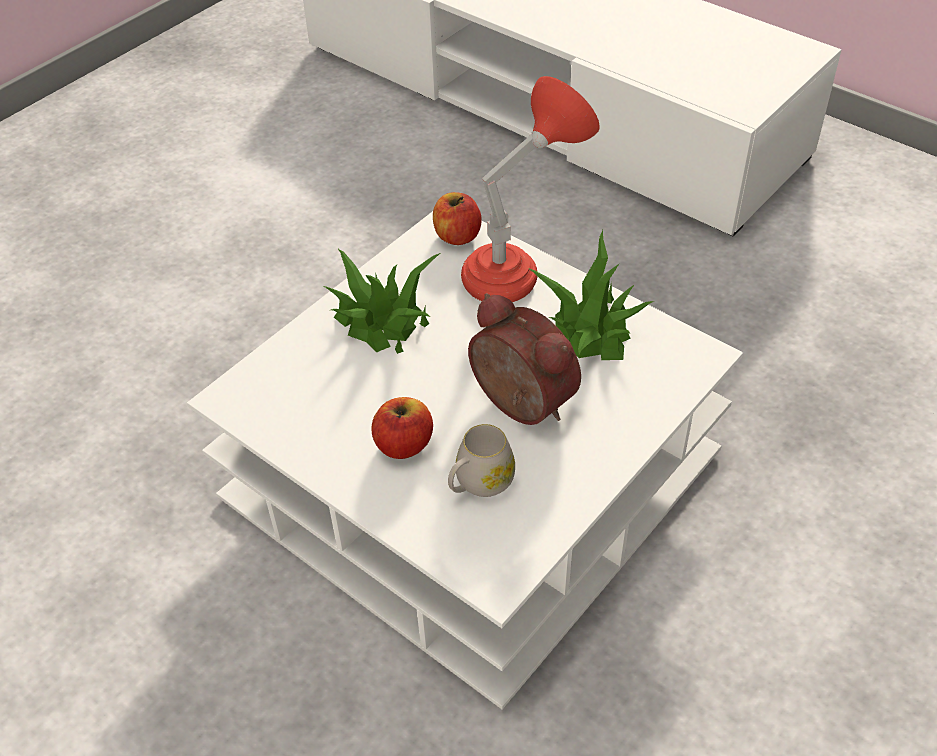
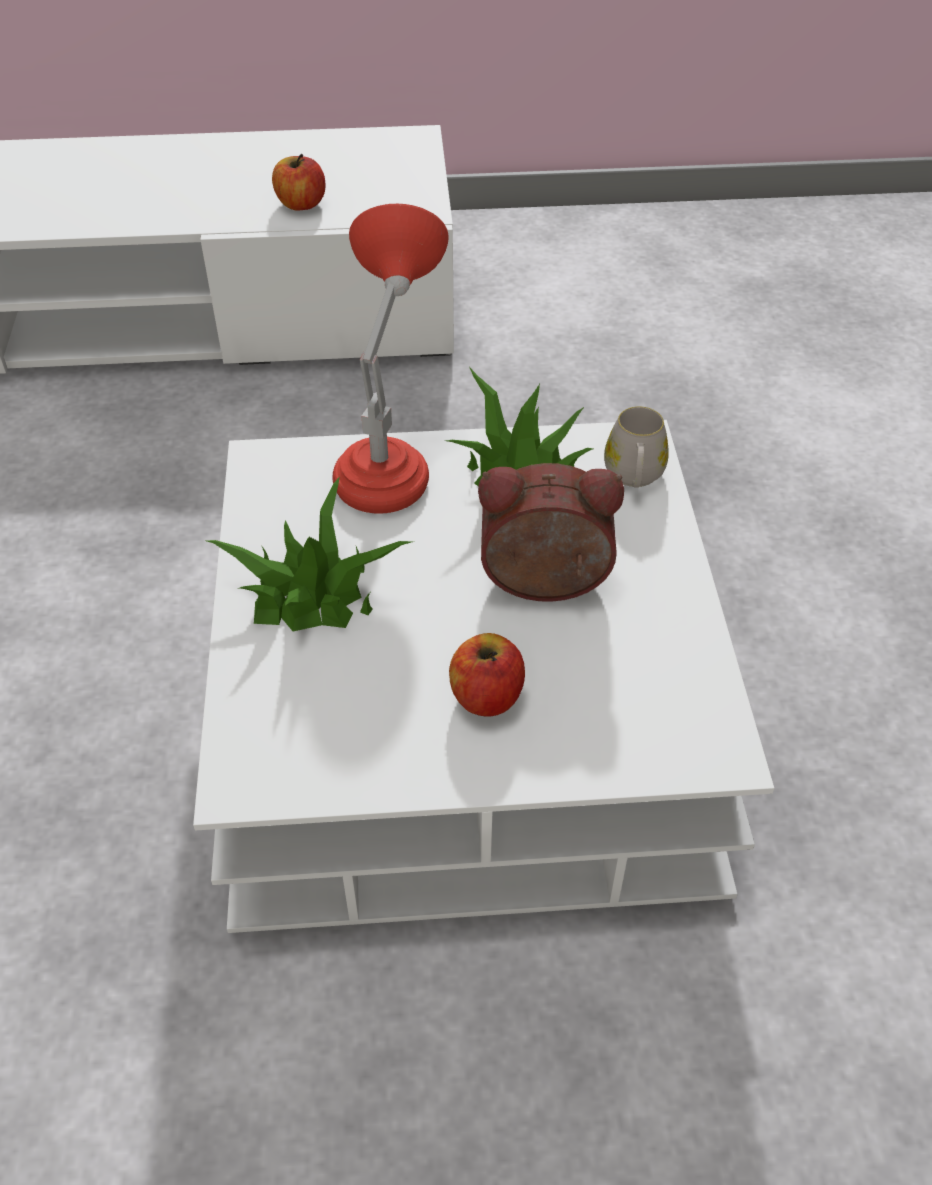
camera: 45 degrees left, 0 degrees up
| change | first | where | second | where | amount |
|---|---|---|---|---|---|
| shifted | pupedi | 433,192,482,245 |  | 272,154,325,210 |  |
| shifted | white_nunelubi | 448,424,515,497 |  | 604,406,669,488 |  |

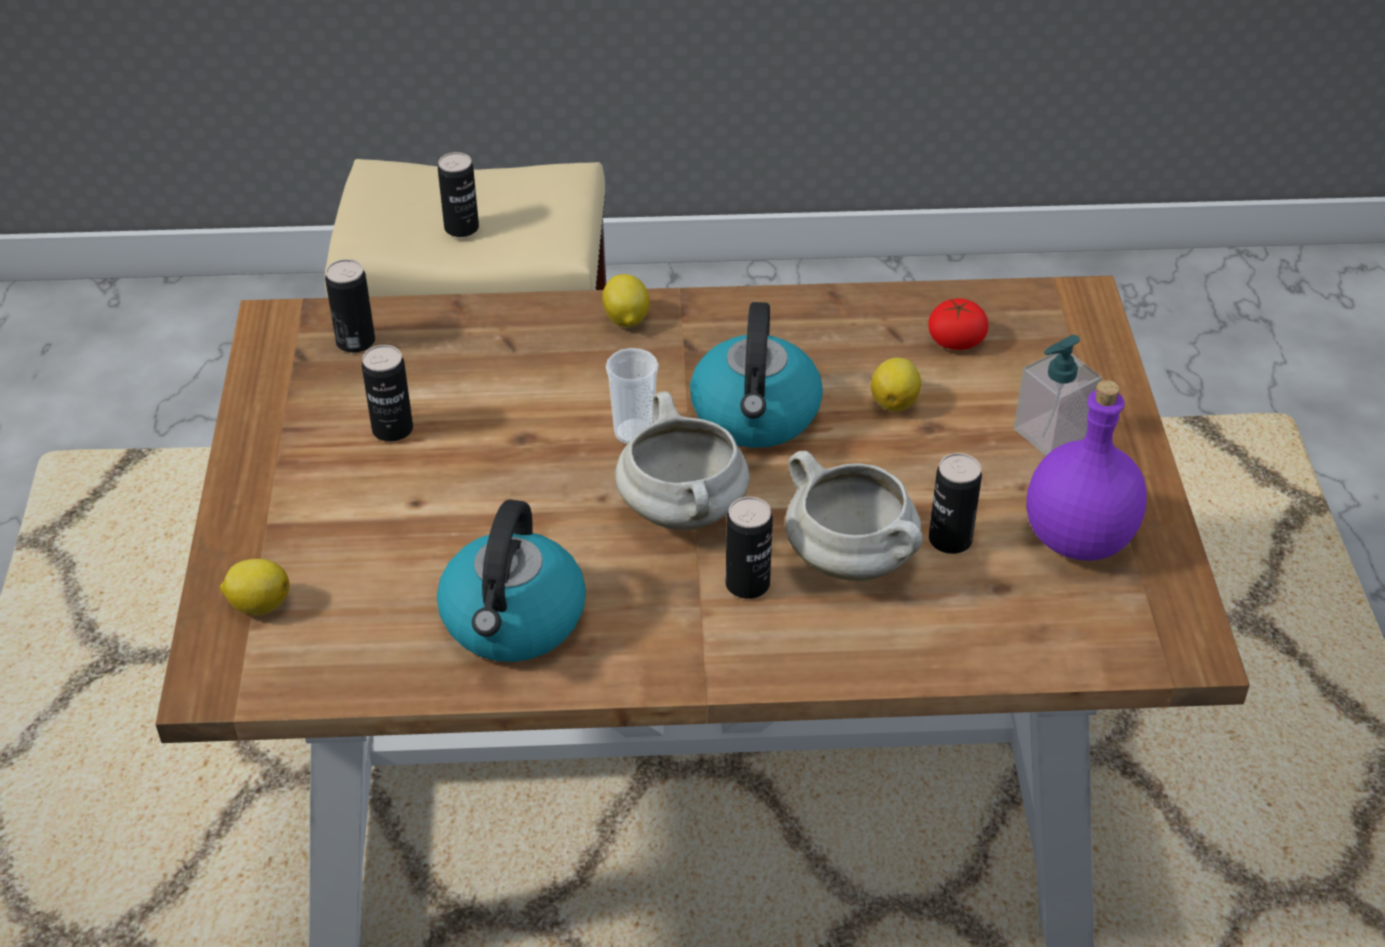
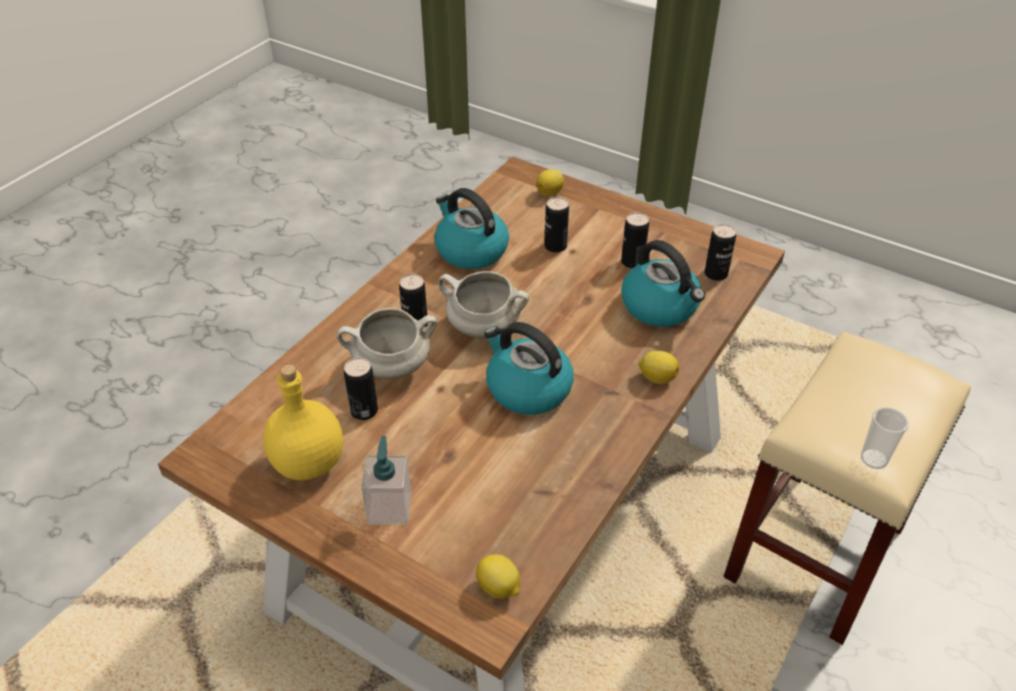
camera: 125 degrees right, 0 degrees up
| change | first | where | second | where | amount |
|---|---|---|---|---|---|
| shifted | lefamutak | 438,152,479,237 |  | 544,197,569,253 |  |
| gone | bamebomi | 928,298,988,350 |  |  |  |
| shifted | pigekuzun | 606,348,659,444 |  | 861,407,909,469 |  |
| shifted | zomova | 871,358,921,412 |  | 476,554,520,599 |  |
| repainted | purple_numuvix | 1027,380,1147,561 | yellow_numuvix | 263,364,343,480 |  |
| new |  |  | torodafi | 621,240,705,327 |  |

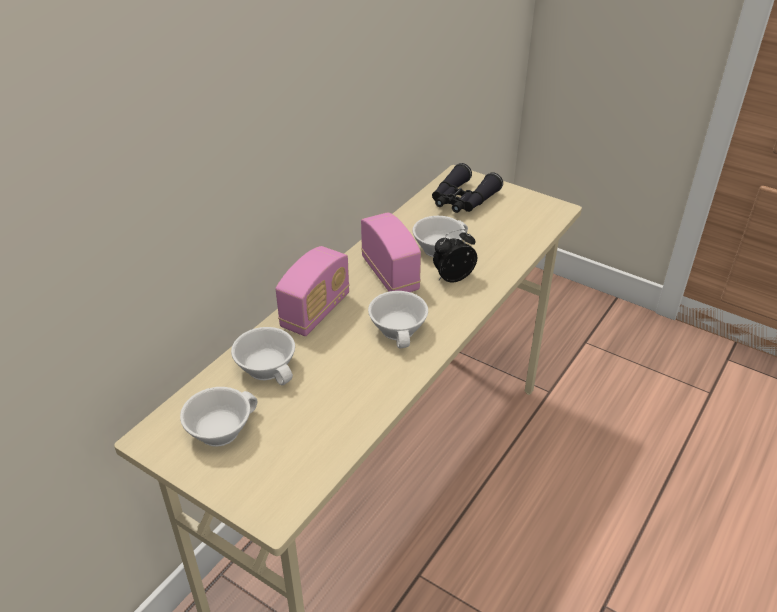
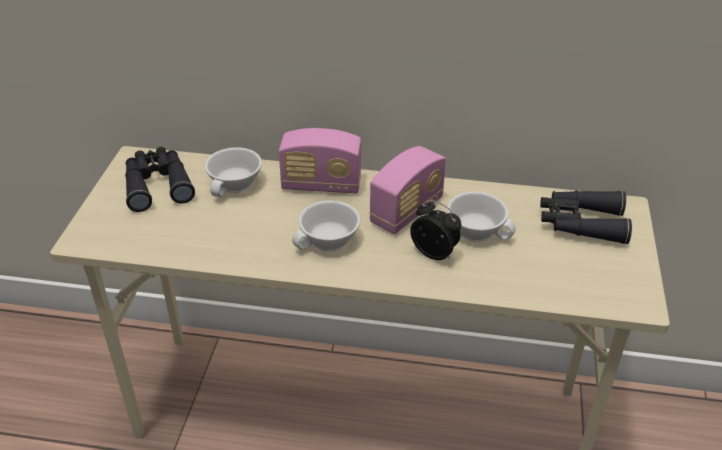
camera: 65 degrees right, 0 degrees up
| change | first | where | second | where | amount |
|---|---|---|---|---|---|
| swapped | white_pigekuzun | 180,387,257,447 | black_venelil | 125,147,195,212 |  |

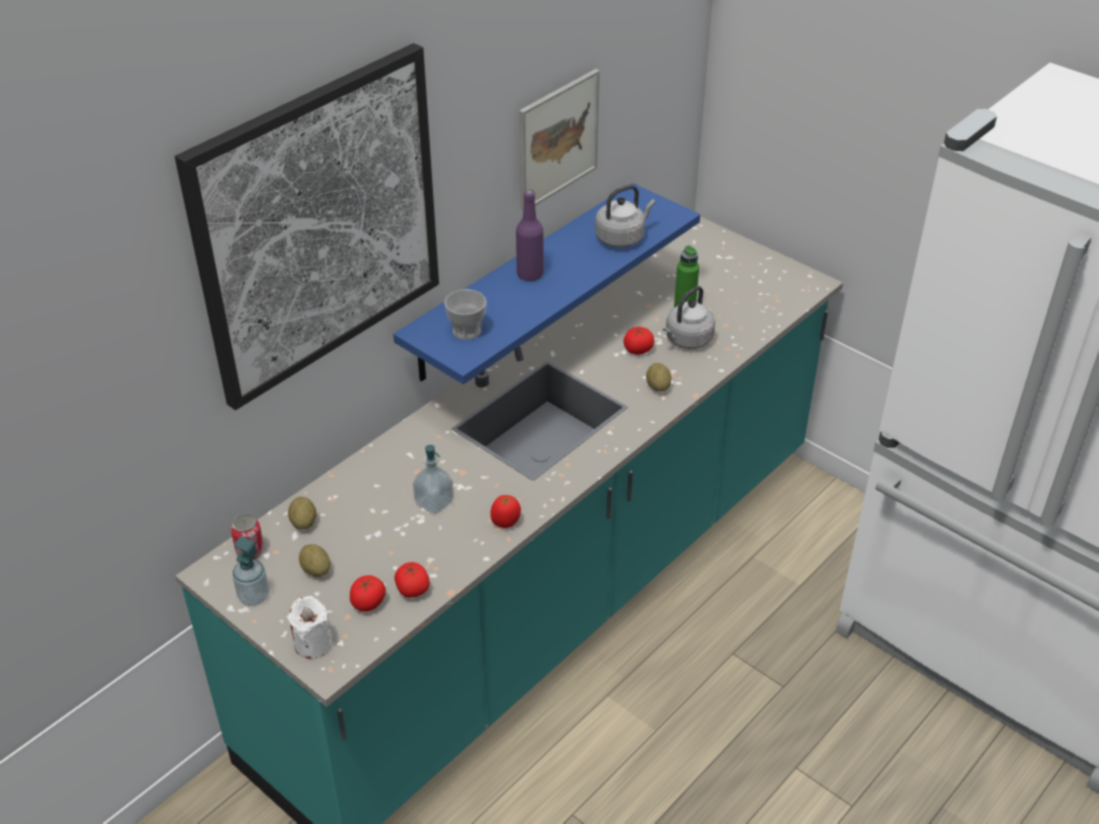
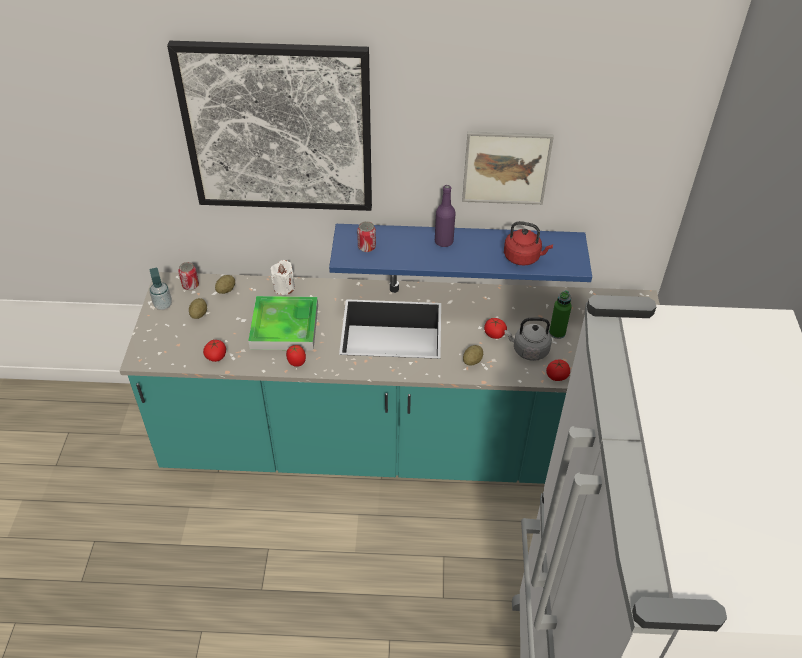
camera: 50 degrees right, 5 degrees up
| change | first | where | second | where | amount |
|---|---|---|---|---|---|
| repainted | grey_torodafi | 595,185,655,248 | red_torodafi | 504,221,553,266 |  |
| swapped | pigekuzun | 444,289,487,340 | lefamutak | 357,221,376,252 |  |
| swapped | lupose | 413,445,454,514 | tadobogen | 248,296,318,351 |  |
| shifted | bamebomi | 350,575,386,612 |  | 546,360,570,381 |  |
| shifted | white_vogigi | 287,596,333,659 |  | 271,260,295,295 |  |

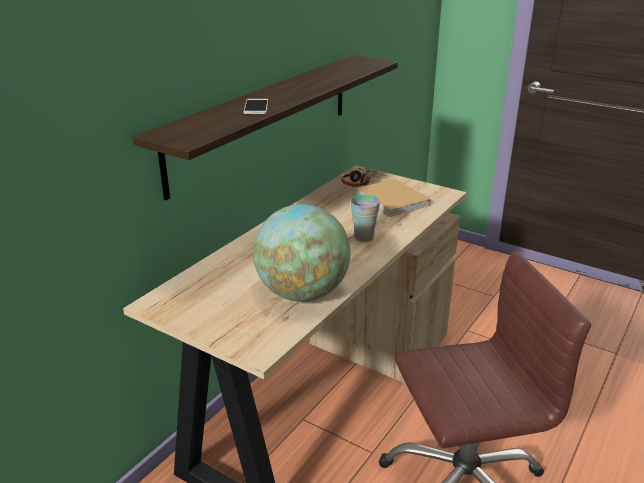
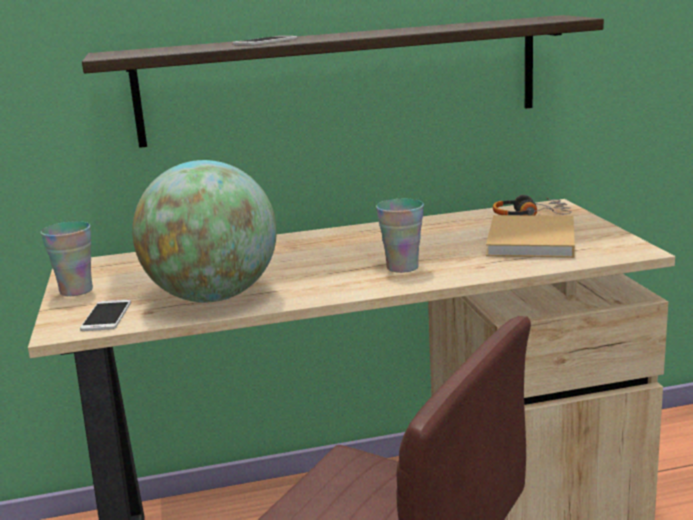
camera: 45 degrees right, 10 degrees down
| change | first | where | second | where | amount |
|---|---|---|---|---|---|
| new |  |  | pigekuzun | 41,221,93,296 |  |
| new |  |  | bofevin | 80,299,131,331 |  |

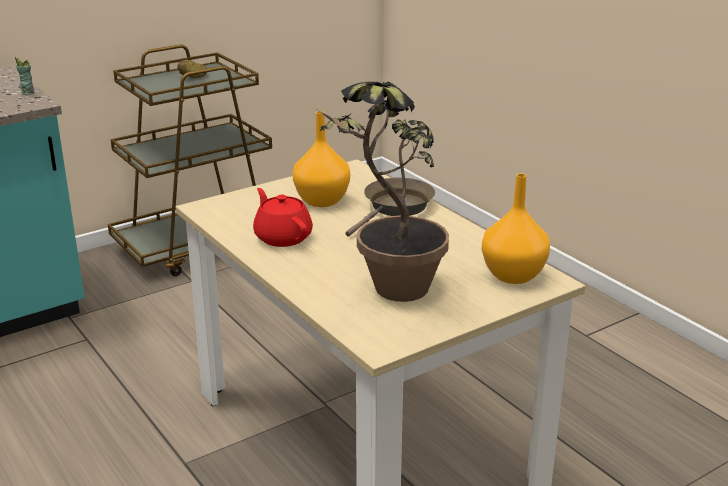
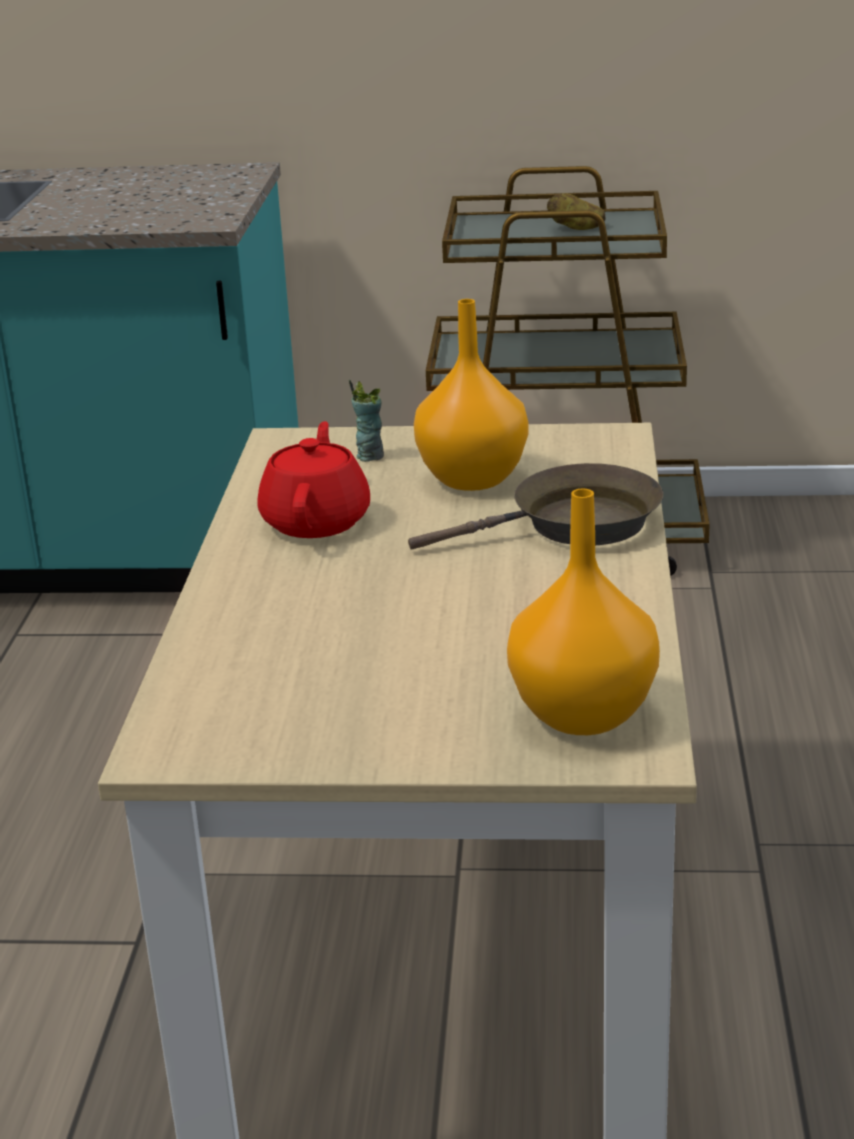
camera: 40 degrees right, 0 degrees up
| change | first | where | second | where | amount |
|---|---|---|---|---|---|
| shifted | pigekuzun | 15,57,34,95 |  | 349,379,384,462 |  |
| gone | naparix | 314,81,449,302 |  |  |  |

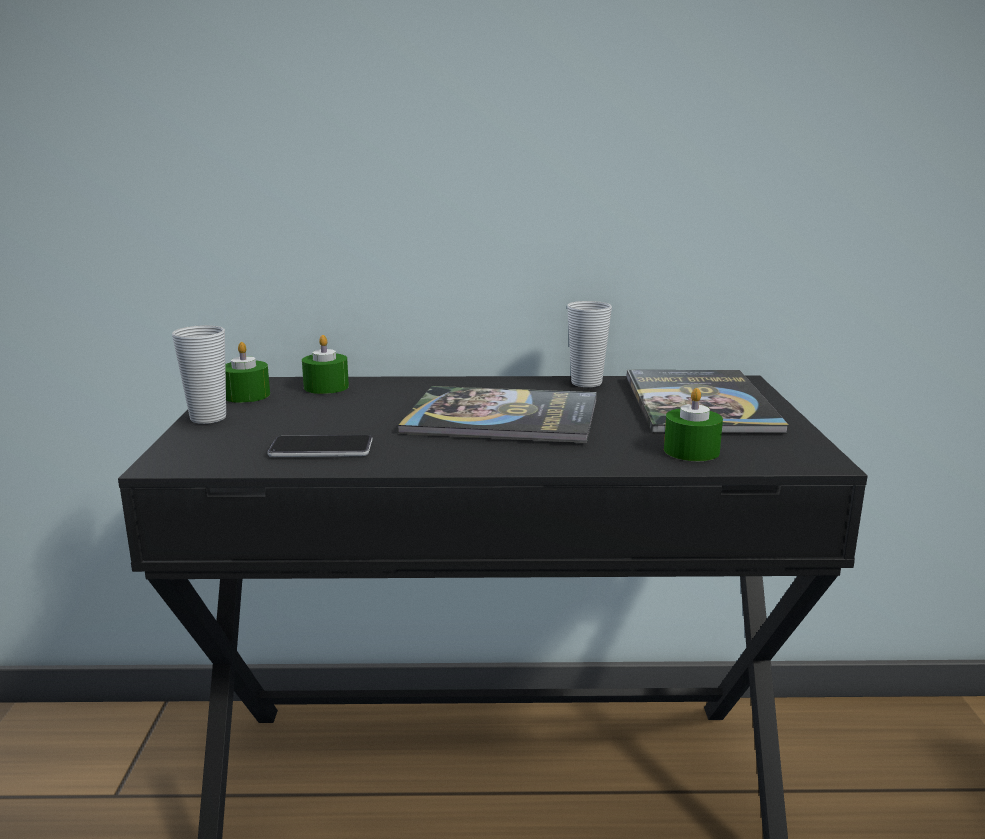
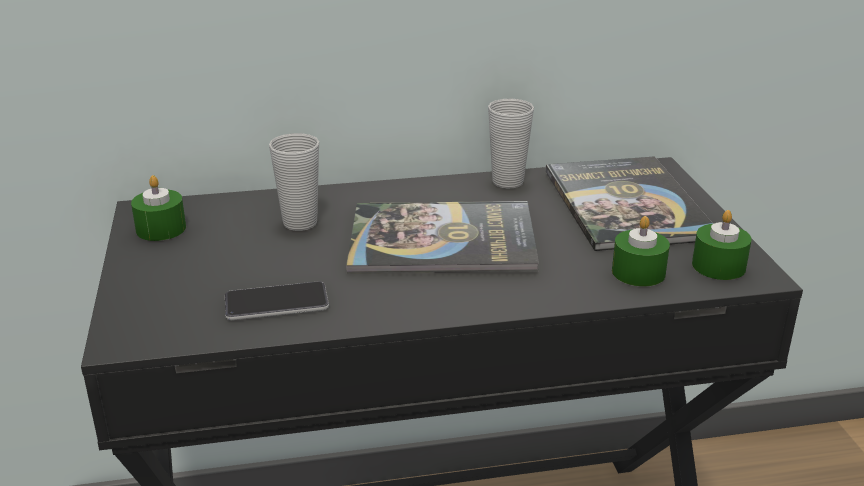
camera: 10 degrees left, 10 degrees up
| change | first | where | second | where | amount |
|---|---|---|---|---|---|
| shifted | pigekuzun | 172,325,226,424 |  | 269,133,319,231 |  |
| shifted | green_vogigi | 302,335,349,394 |  | 692,210,752,280 |  |

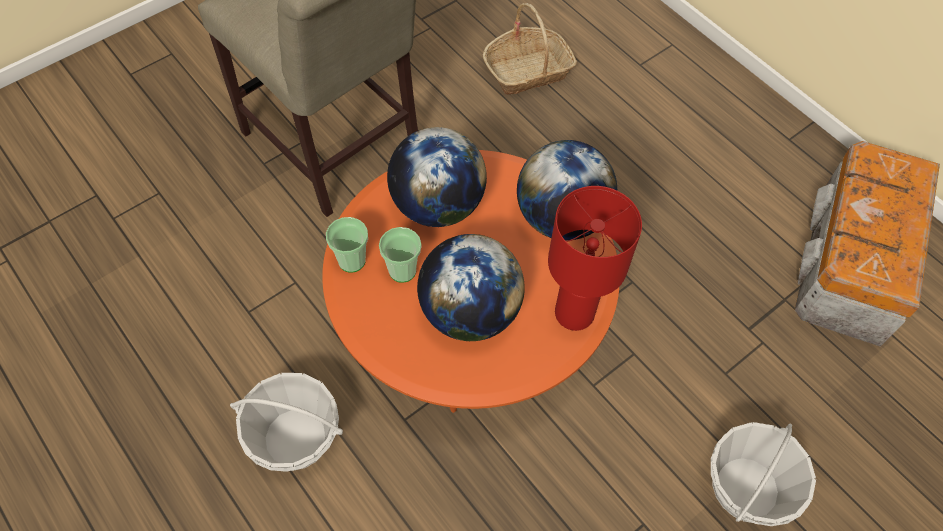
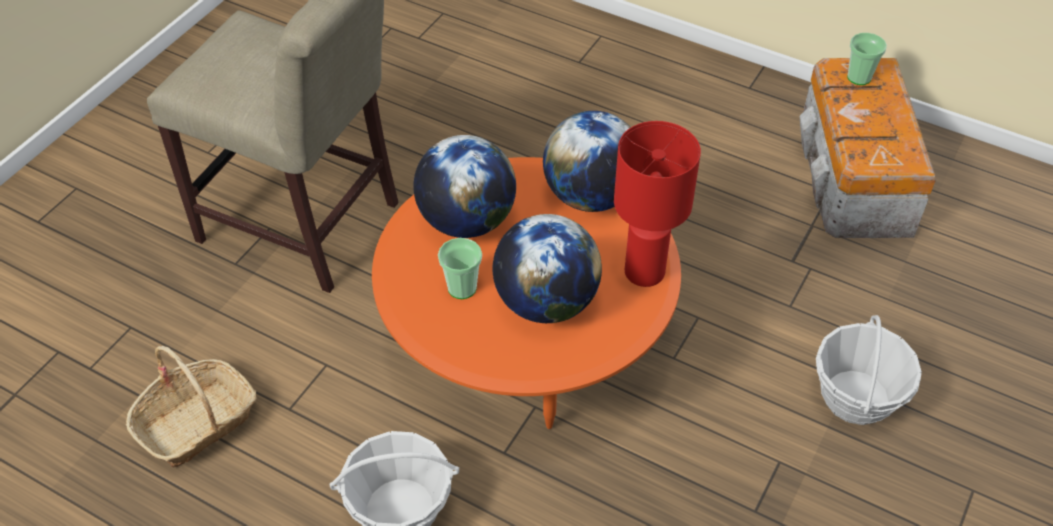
camera: 20 degrees left, 10 degrees down
| change | first | where | second | where | amount |
|---|---|---|---|---|---|
| shifted | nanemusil | 483,3,577,95 |  | 126,346,257,468 |  |
| shifted | pigekuzun | 326,217,368,273 |  | 847,33,887,85 |  |

